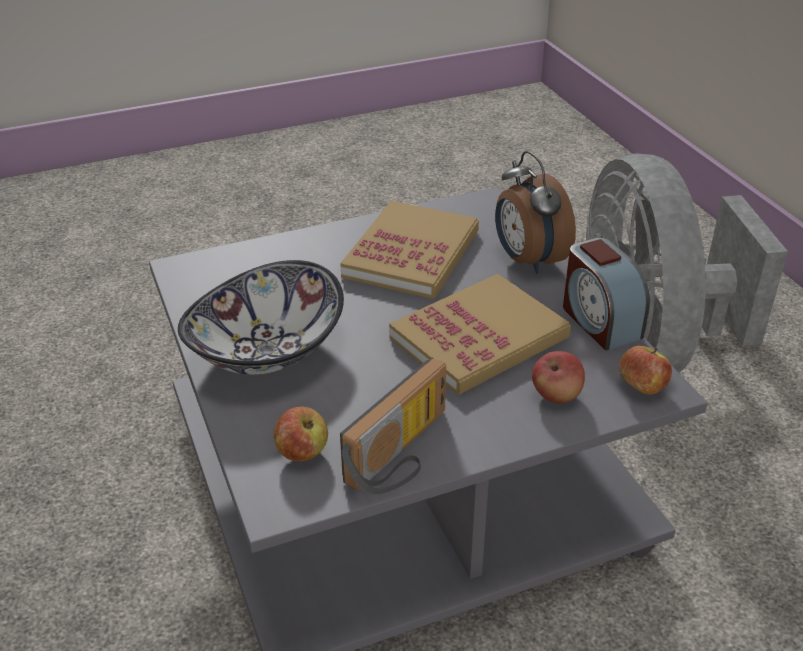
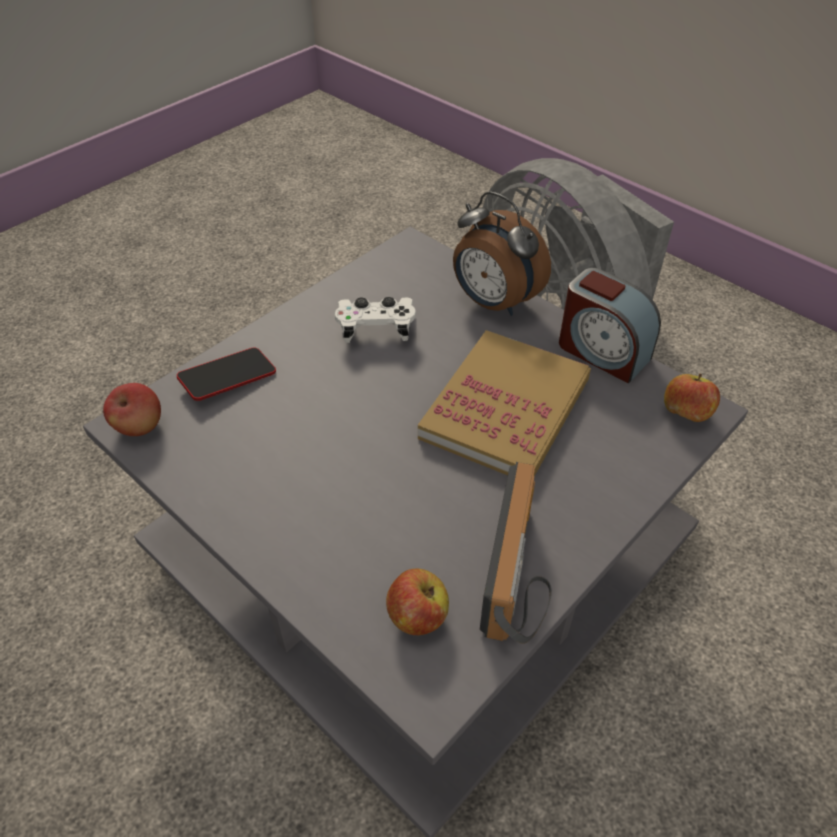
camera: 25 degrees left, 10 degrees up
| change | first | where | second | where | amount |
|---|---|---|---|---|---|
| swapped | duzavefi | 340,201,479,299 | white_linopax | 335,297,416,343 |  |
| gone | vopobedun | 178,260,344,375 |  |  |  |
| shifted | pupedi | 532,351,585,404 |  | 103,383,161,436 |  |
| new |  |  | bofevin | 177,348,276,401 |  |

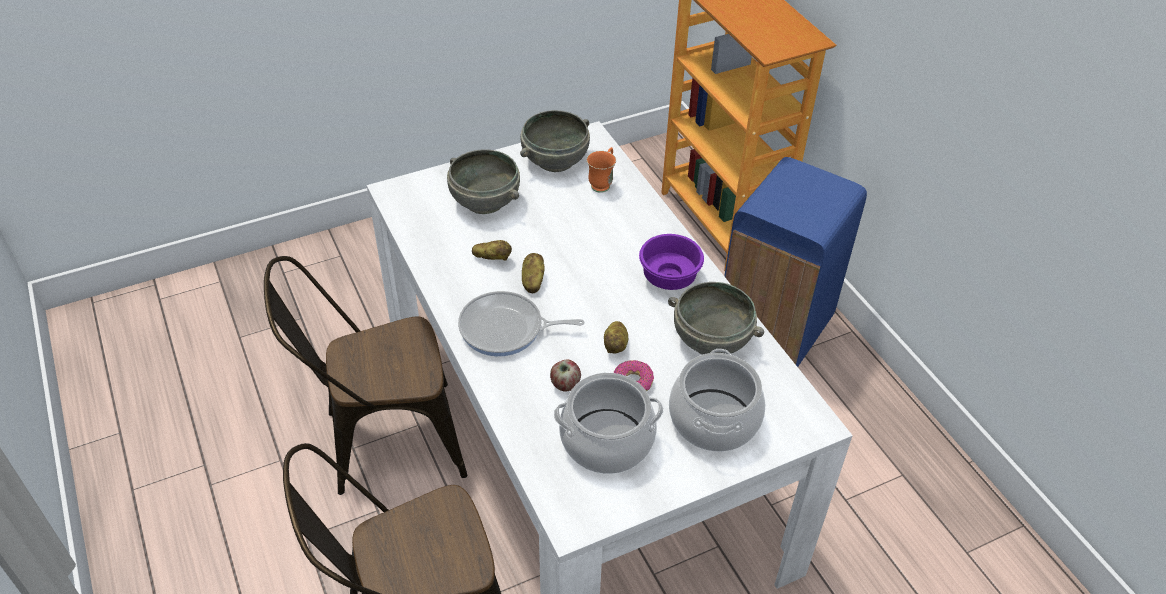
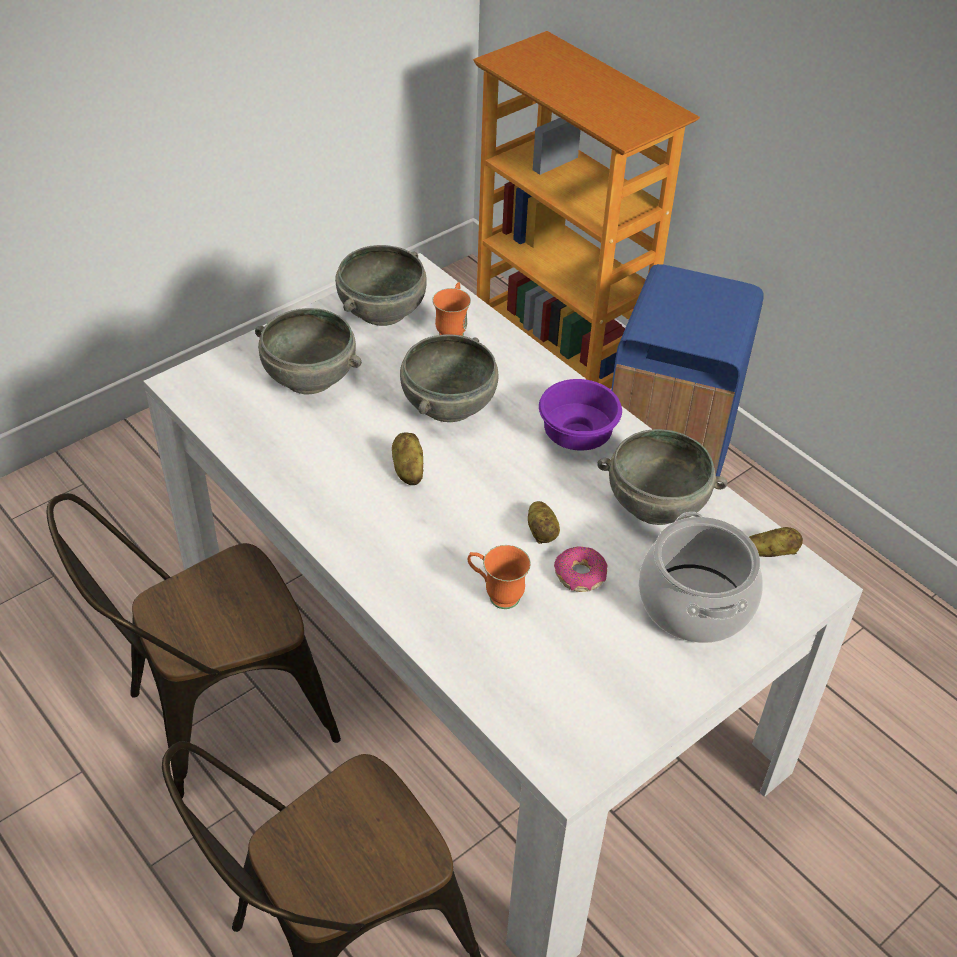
camera: 15 degrees left, 0 degrees up
| change | first | where | second | where | amount |
|---|---|---|---|---|---|
| shifted | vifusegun | 472,240,512,260 |  | 749,527,803,557 |  |
| gone | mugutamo | 458,291,585,357 |  |  |  |
| swapped | pupedi | 550,359,581,391 | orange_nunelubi | 467,545,531,609 |  |
| gone | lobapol | 554,373,664,474 |  |  |  |
| new |  |  | grey_vopobedun | 400,334,498,422 |  |

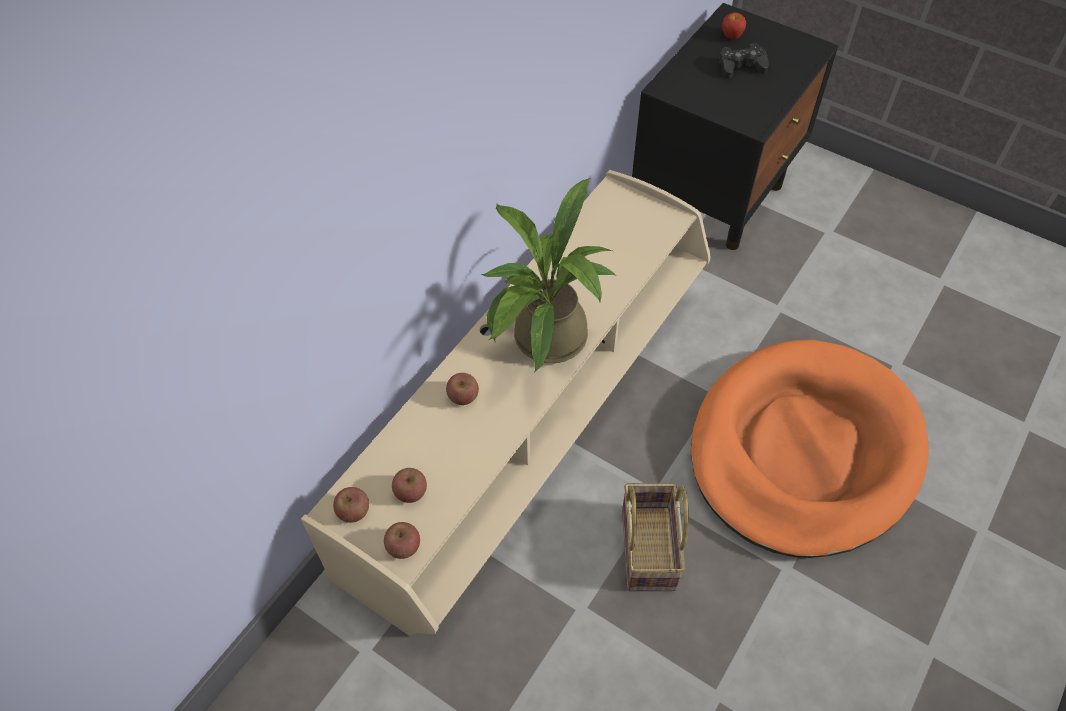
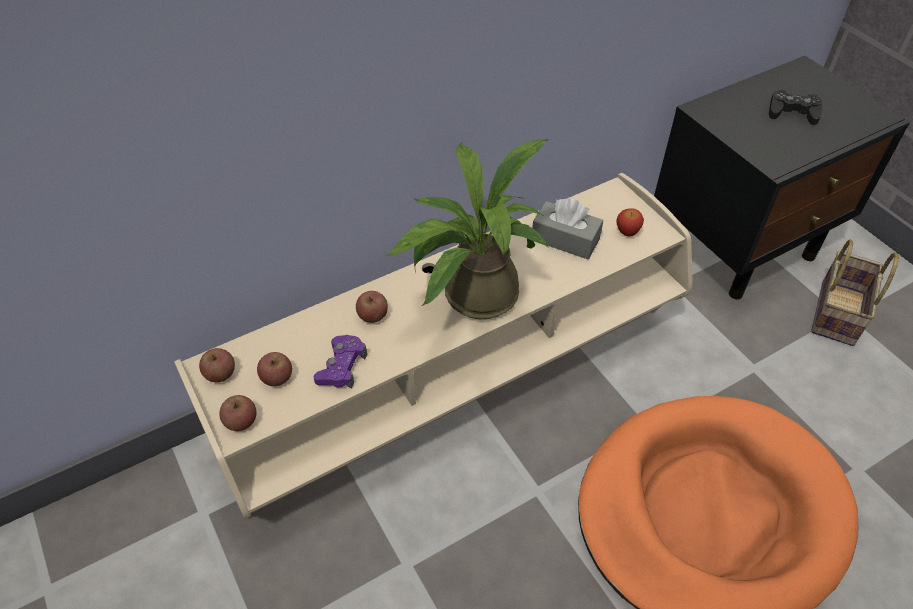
camera: 25 degrees right, 5 degrees down
| change | first | where | second | where | amount |
|---|---|---|---|---|---|
| shifted | pupedi | 722,12,746,39 |  | 616,208,644,237 |  |
| shifted | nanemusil | 622,483,689,591 |  | 811,239,899,346 |  |
| new |  |  | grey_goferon | 532,198,603,259 |  |
| new |  |  | purple_linopax | 314,335,367,389 |  |

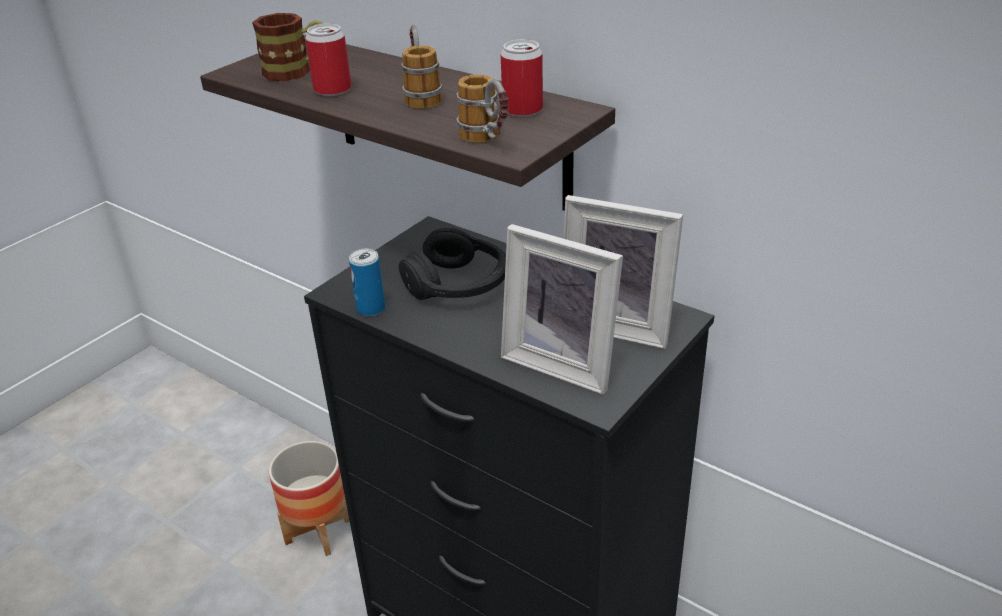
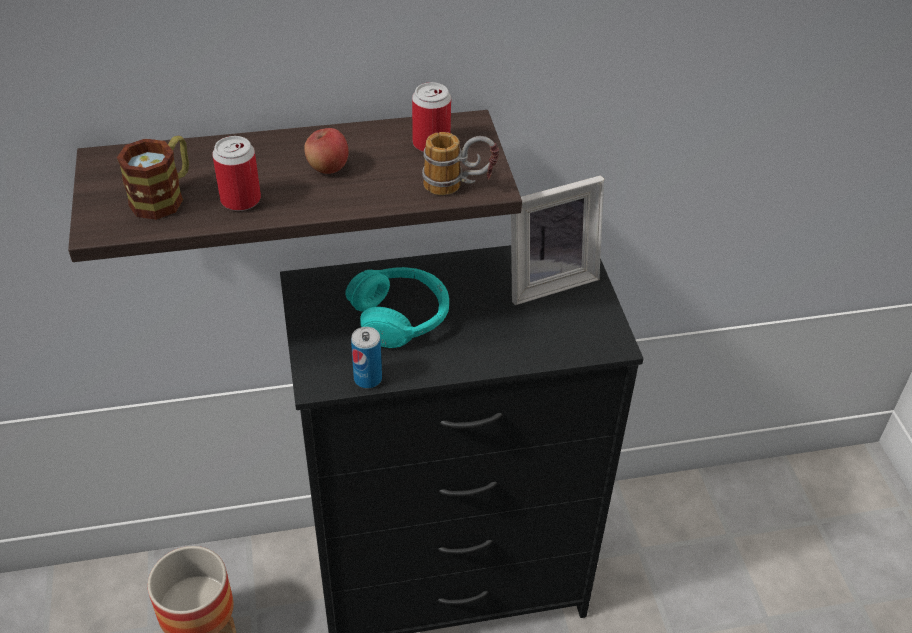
camera: 50 degrees left, 10 degrees up
| change | first | where | second | where | amount |
|---|---|---|---|---|---|
| swapped | nunelubi | 401,24,442,109 | pupedi | 304,128,349,174 |  |
| gone | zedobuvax | 501,224,623,395 |  |  |  |
| repainted | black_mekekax | 399,228,506,300 | turquoise_mekekax | 345,267,449,348 |  |

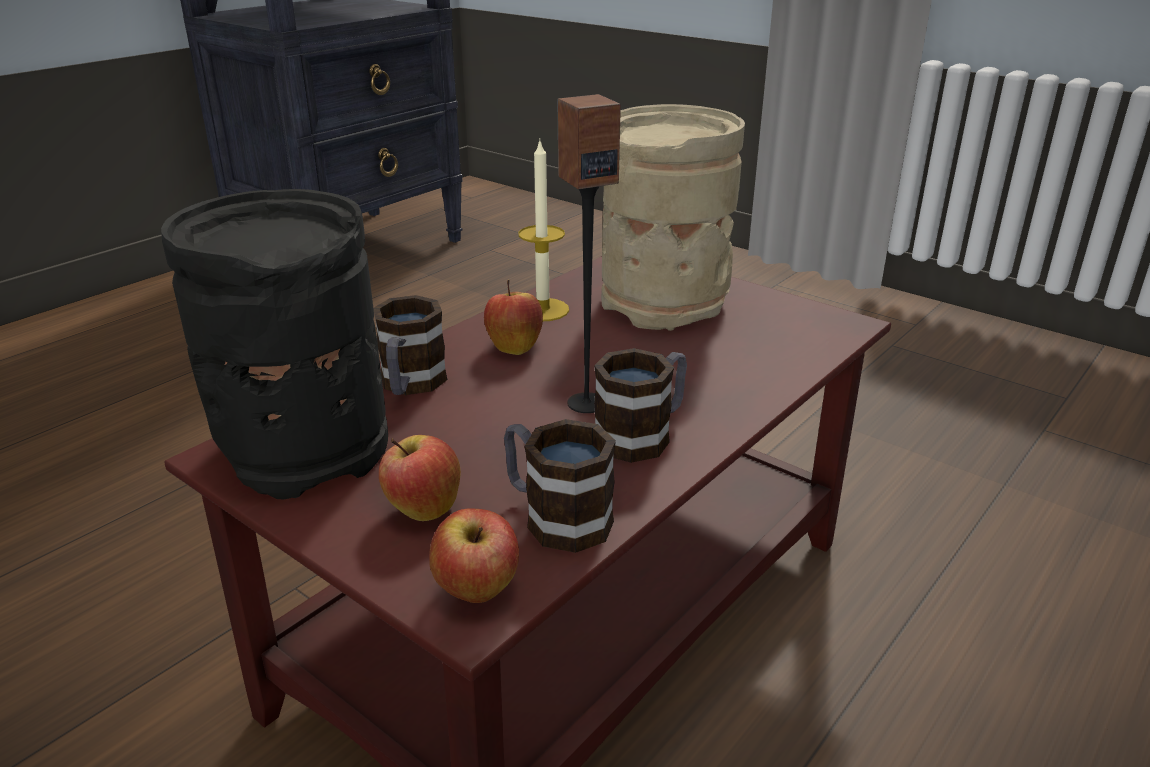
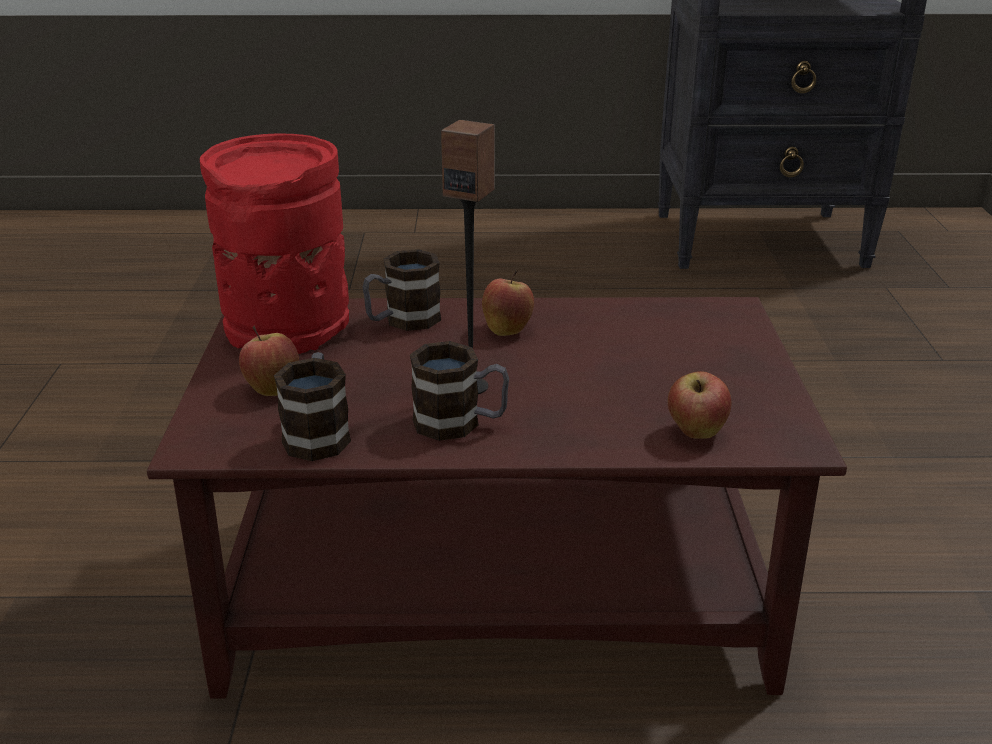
camera: 50 degrees right, 0 degrees up
| change | first | where | second | where | amount |
|---|---|---|---|---|---|
| gone | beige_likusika | 601,104,745,331 |  |  |  |
| gone | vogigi | 518,141,569,321 |  |  |  |
| repainted | black_likusika | 161,189,388,499 | red_likusika | 200,134,349,354 |  |
| shifted | pupedi | 429,509,519,603 |  | 668,371,731,439 |  |

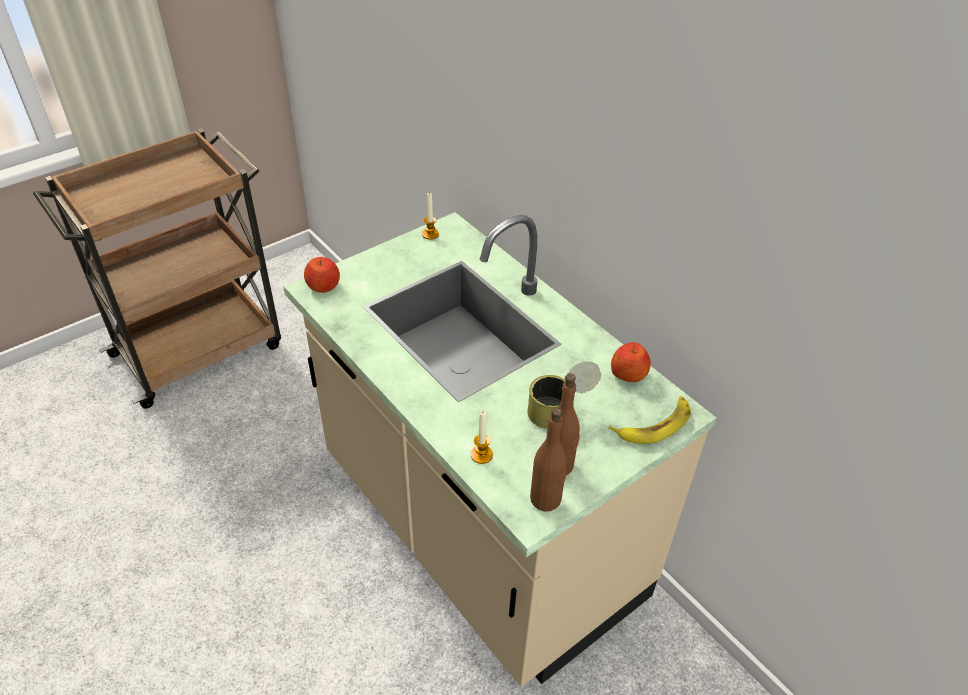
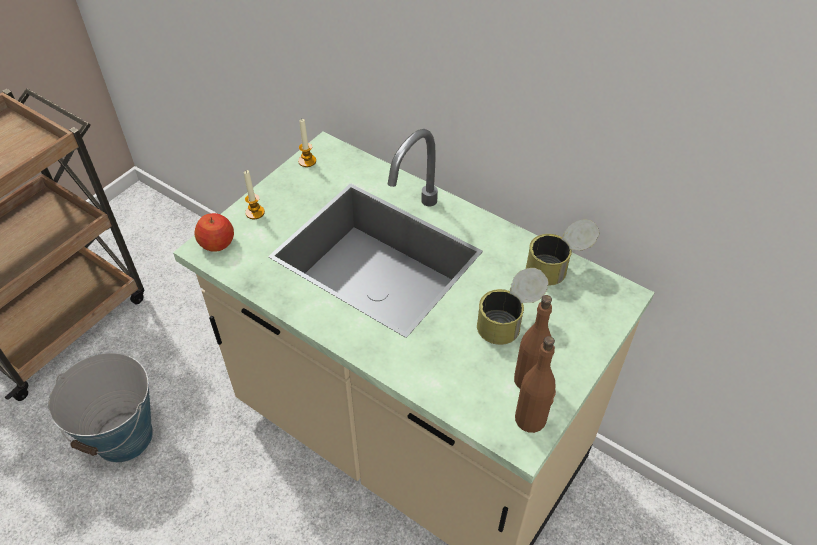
camera: 15 degrees left, 5 degrees up
| change | first | where | second | where | amount |
|---|---|---|---|---|---|
| swapped | pupedi | 611,342,651,382 | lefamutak | 526,220,600,286 |  |
| gone | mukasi | 608,396,691,444 |  |  |  |
| shifted | vogigi | 471,411,493,464 |  | 244,170,265,219 |  |
| new |  |  | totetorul | 48,353,153,463 |  |

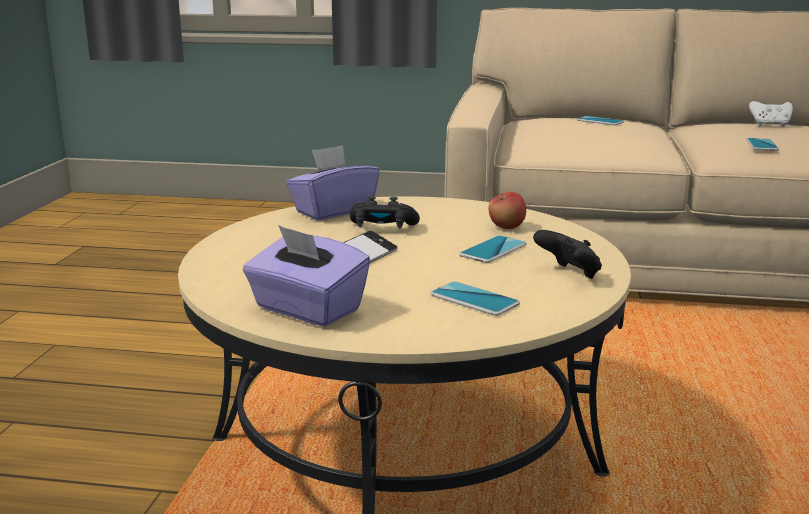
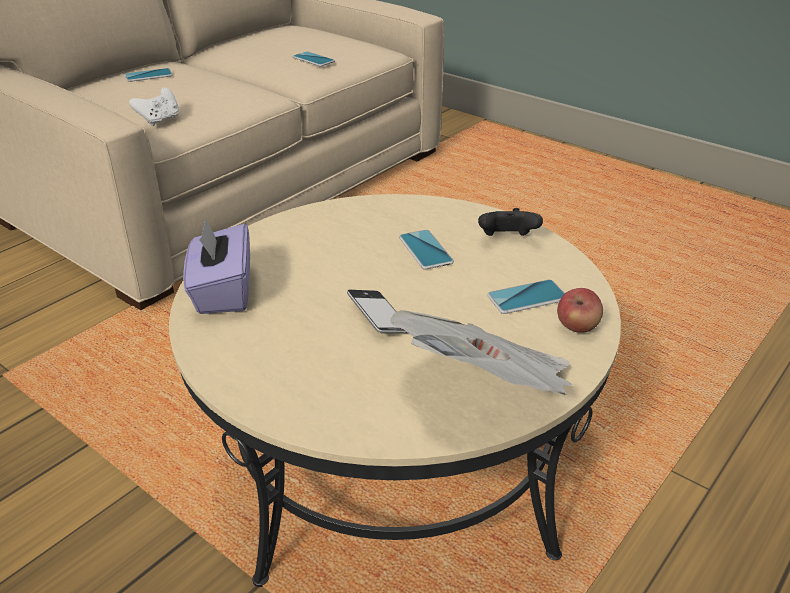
camera: 60 degrees left, 15 degrees up
| change | first | where | second | where | amount |
|---|---|---|---|---|---|
| shifted | white_linopax | 749,101,793,127 |  | 129,87,179,126 |  |
| shifted | pupedi | 489,192,526,229 |  | 557,288,603,333 |  |
| gone | black_linopax | 350,196,420,229 |  |  |  |
| swapped | purple_goferon | 243,225,370,327 | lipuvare | 390,310,572,395 |  |

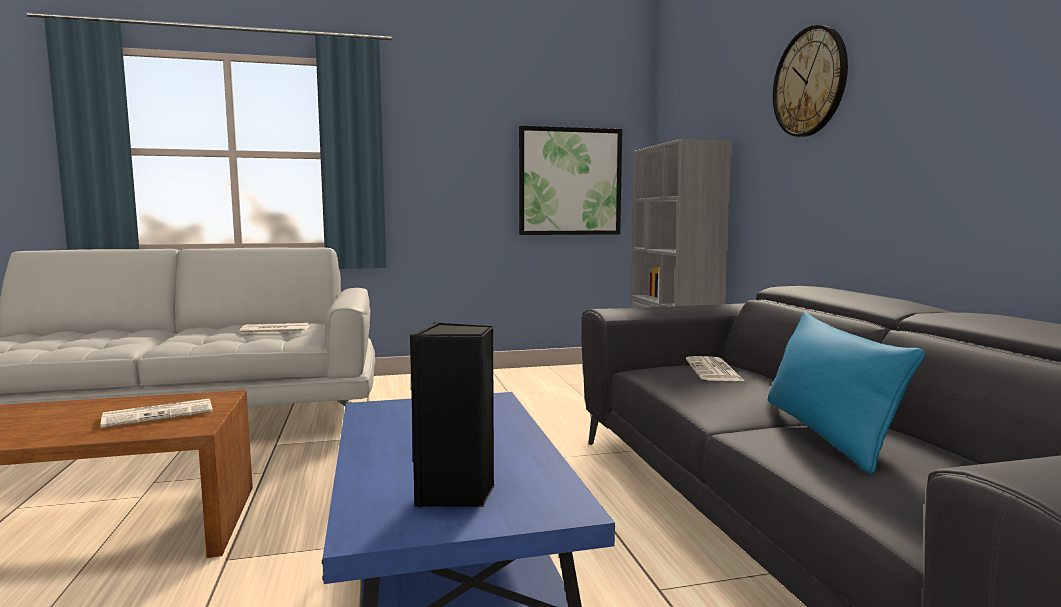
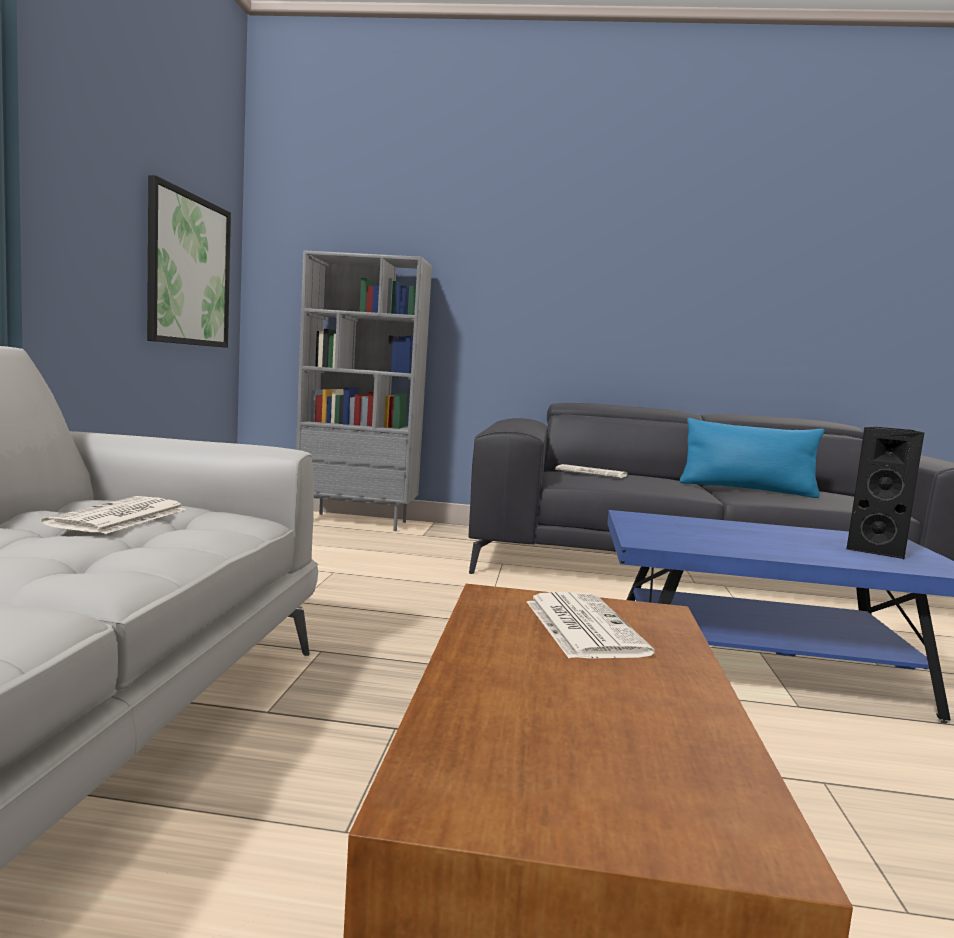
camera: 70 degrees left, 0 degrees up
| change | first | where | second | where | amount |
|---|---|---|---|---|---|
| gone | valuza | 773,25,848,137 |  |  |  |

